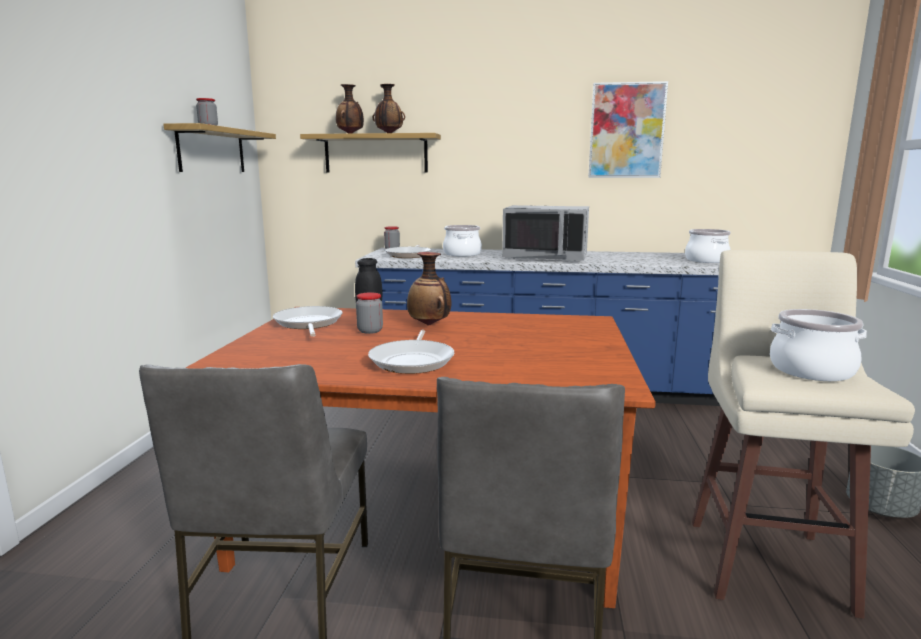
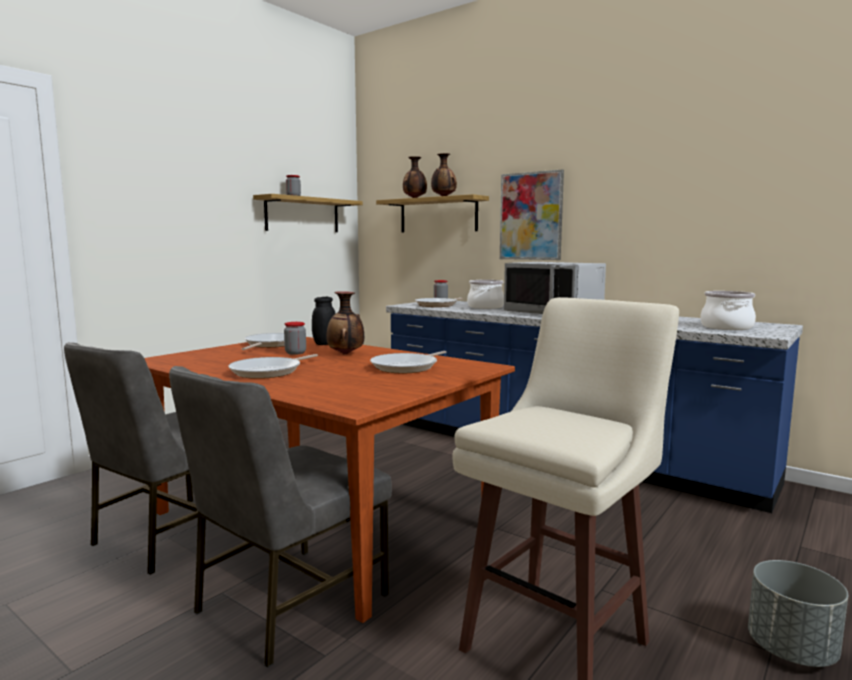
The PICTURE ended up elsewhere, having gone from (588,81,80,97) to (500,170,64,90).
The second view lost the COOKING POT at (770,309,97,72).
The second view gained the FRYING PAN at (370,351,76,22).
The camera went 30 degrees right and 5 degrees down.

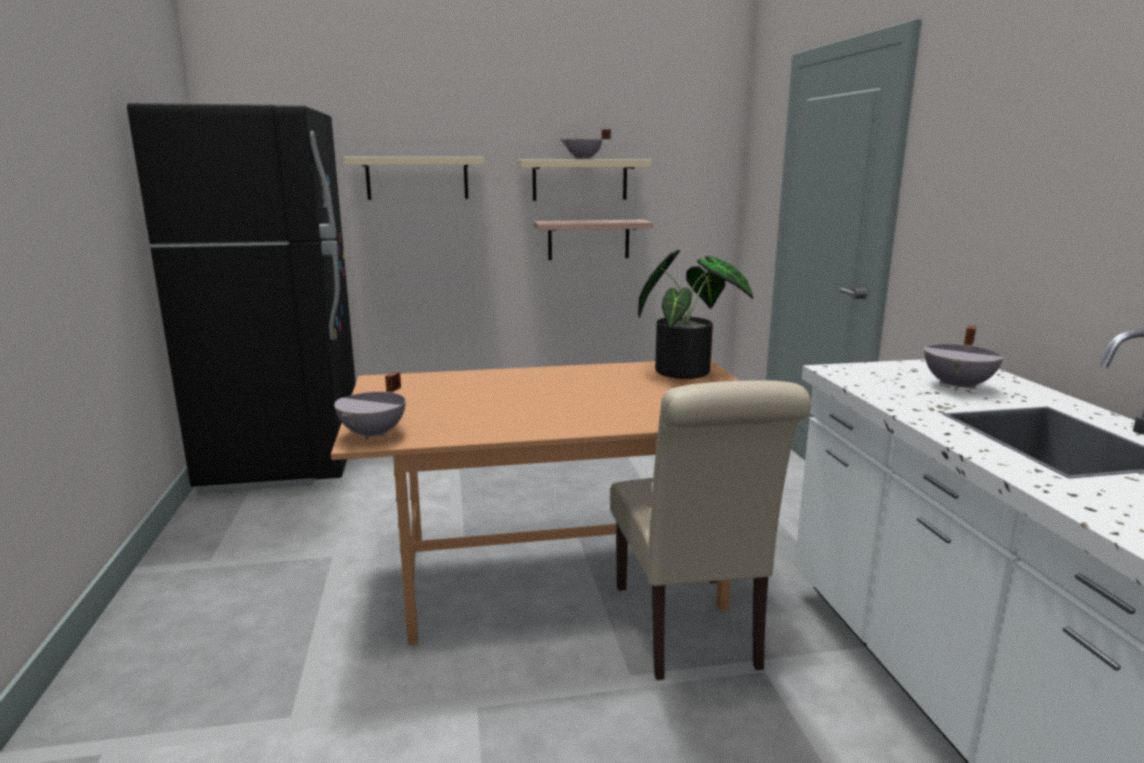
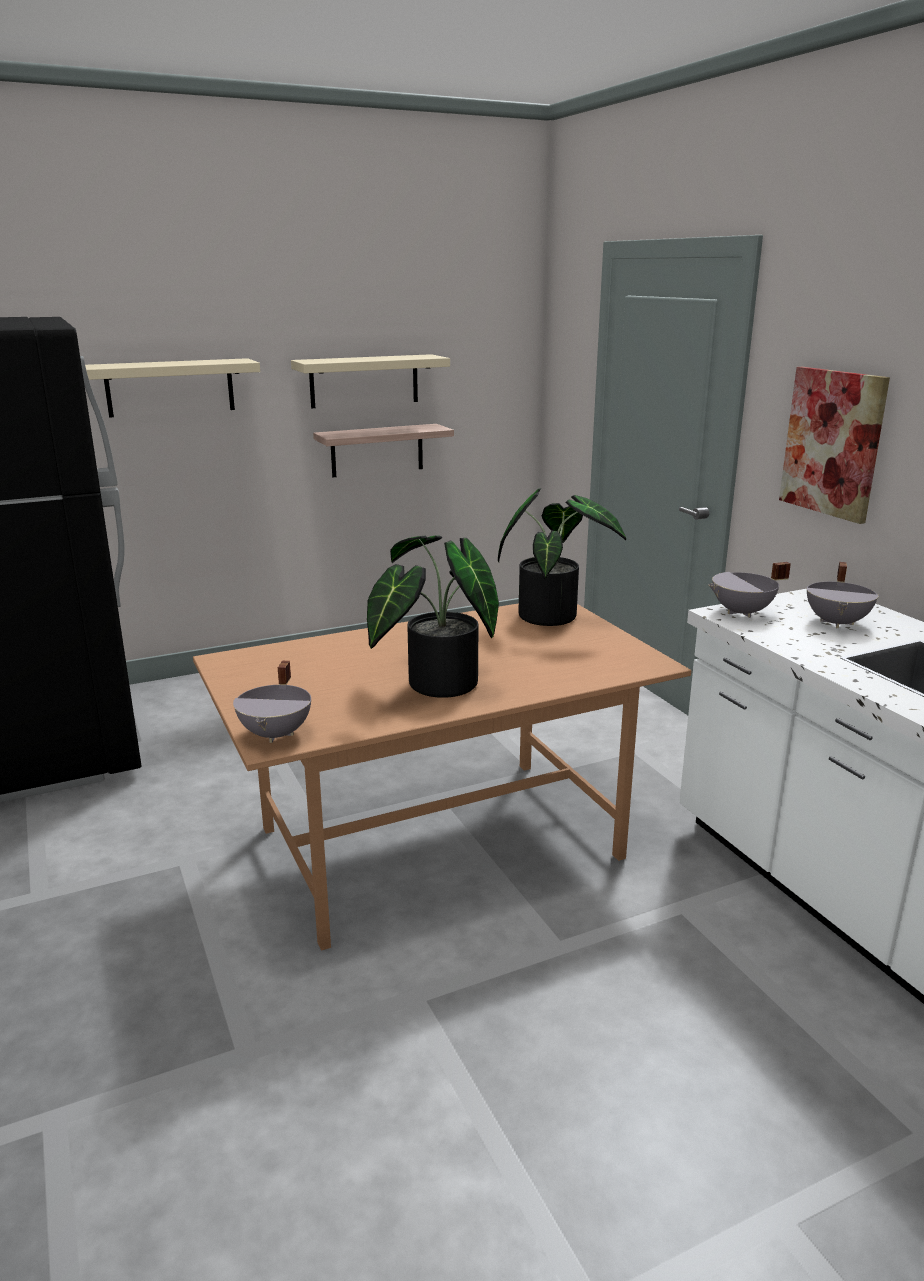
The GREY COOKING POT ended up elsewhere, having gone from (560,129,51,30) to (708,562,83,56).
The second view lost the BEIGE CHAIR at (611,380,200,300).
The second view gained the POTTED PLANT at (367,535,132,163).
The second view gained the PICTURE at (779,367,111,157).
The camera went 15 degrees left and 5 degrees up.

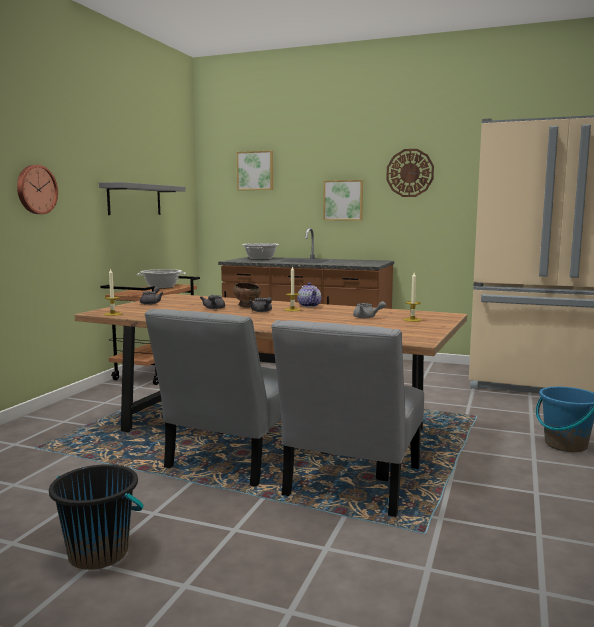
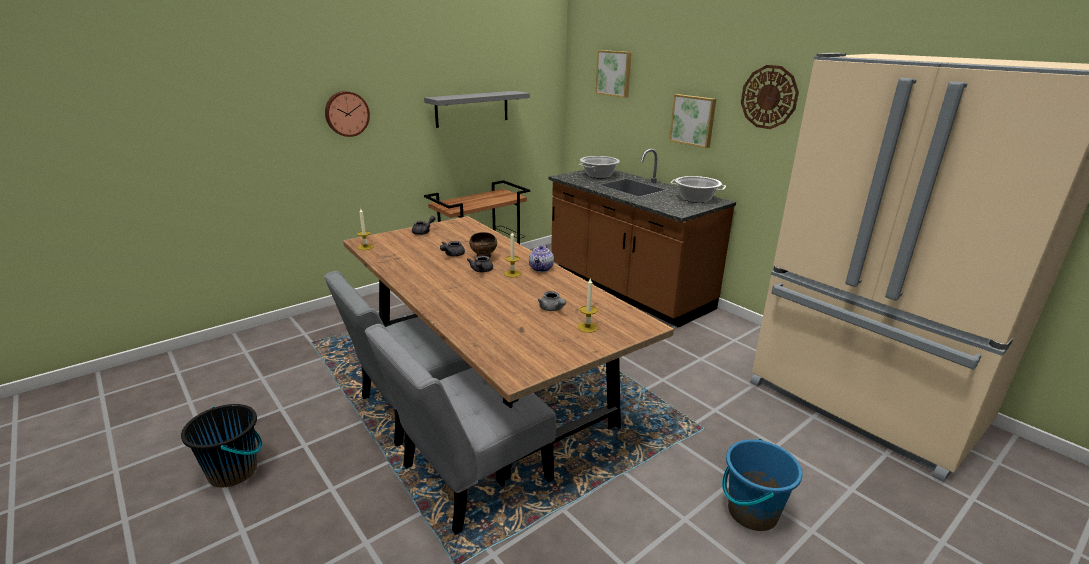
The COOKING POT ended up elsewhere, having gone from (136,269,50,20) to (670,176,56,27).
The camera went 30 degrees right and 15 degrees up.

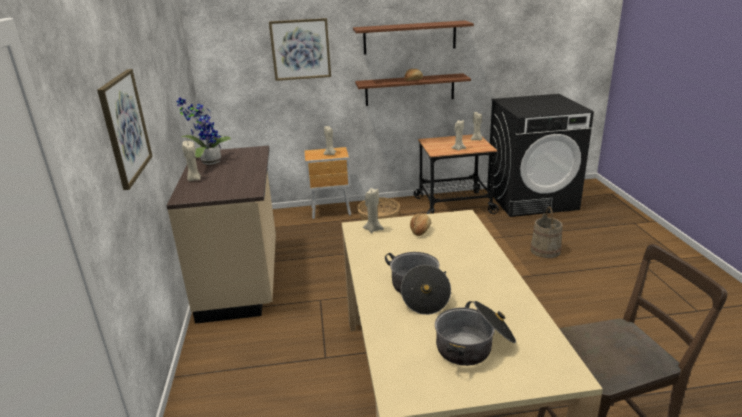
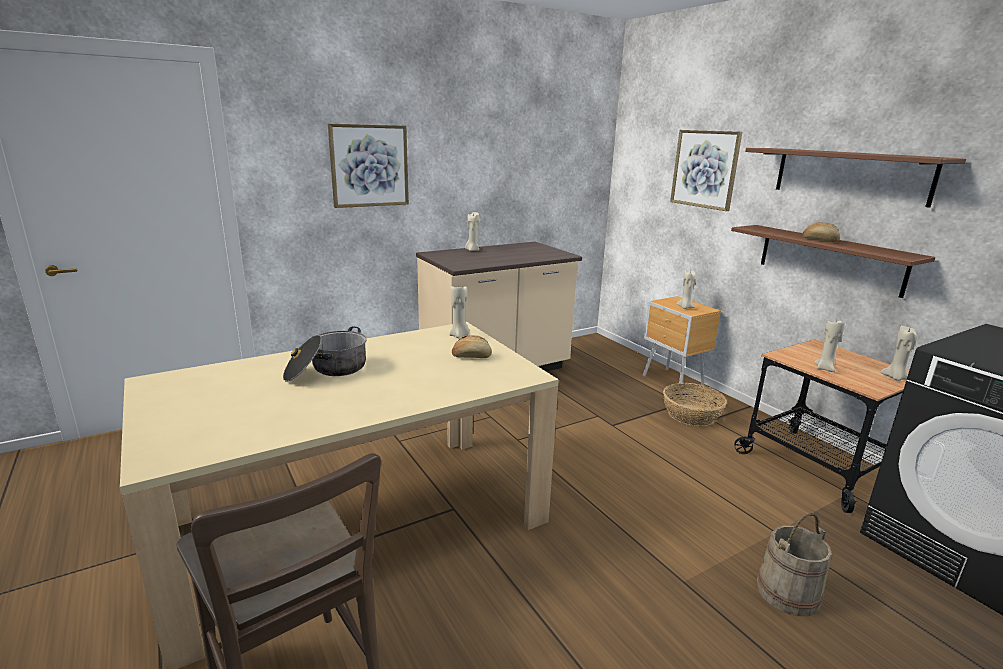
The second view lost the POTTED PLANT at (176,97,55,68).
The second view lost the COOKING POT at (435,301,81,65).
The camera went 65 degrees right and 5 degrees down.

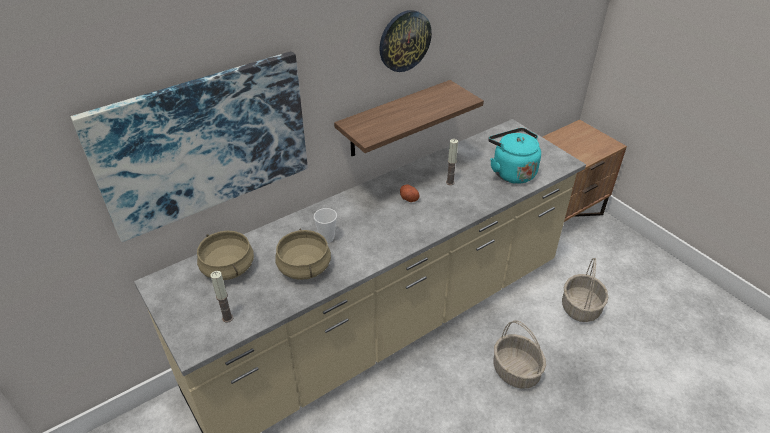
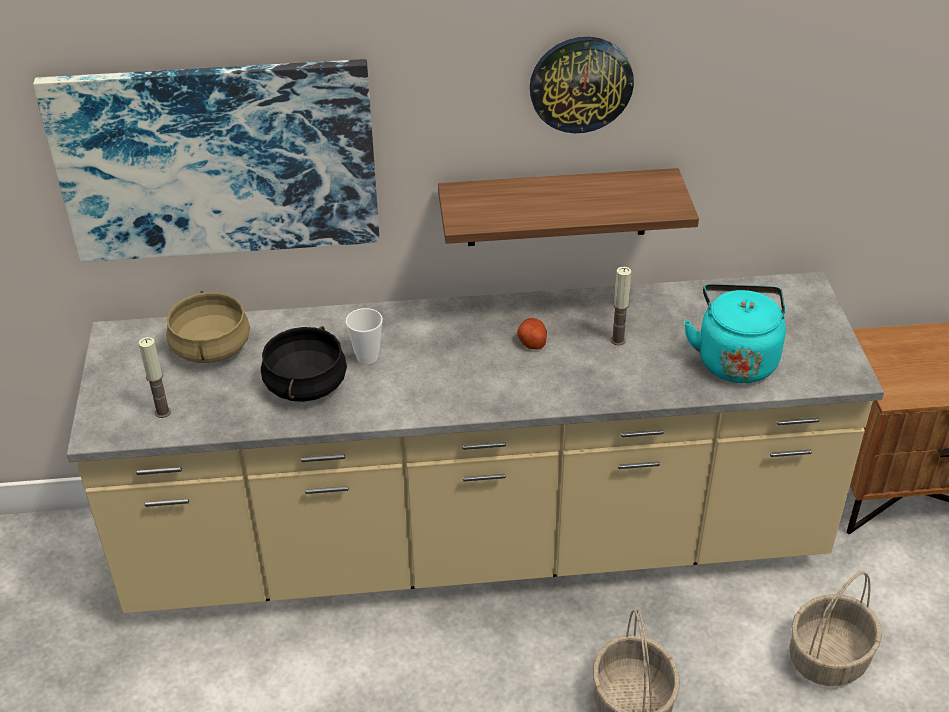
What was the BEIGE COOKING POT at (275,228,56,52) turned into the BLACK COOKING POT at (261,326,86,76).
The camera went 30 degrees right and 0 degrees up.

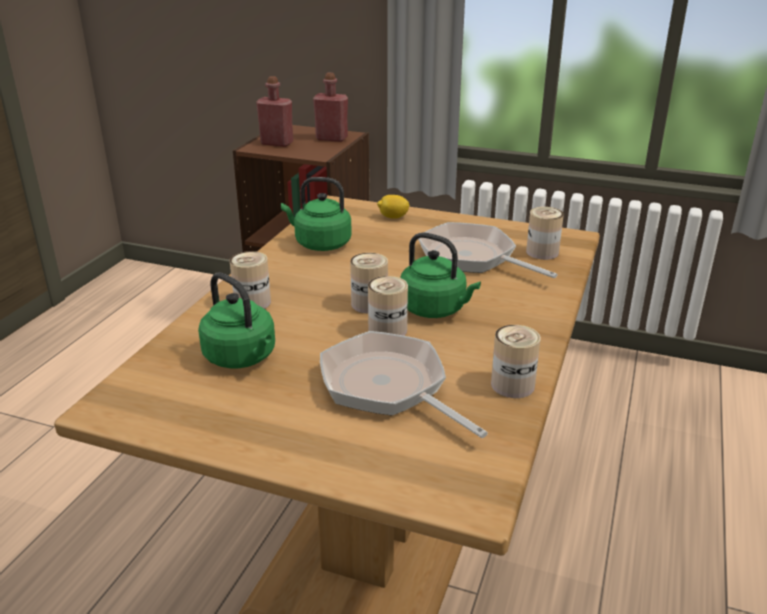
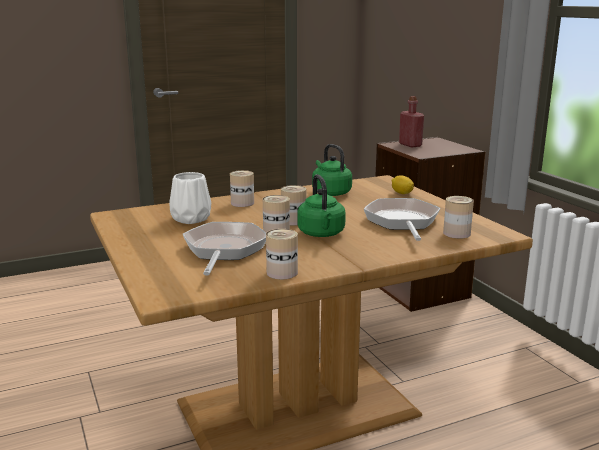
Where the GREEN KETTLE stood at (198,272,77,96), the WHITE VASE came to stand at (169,172,42,52).
The second view lost the RED BOTTLE at (313,73,35,69).
The camera went 45 degrees right and 10 degrees down.

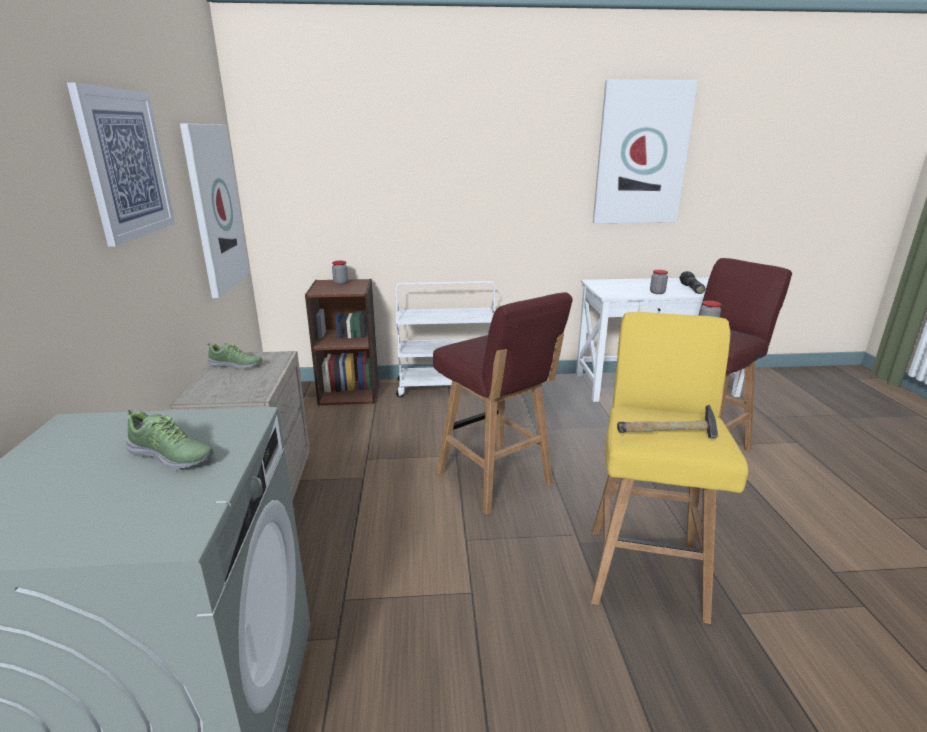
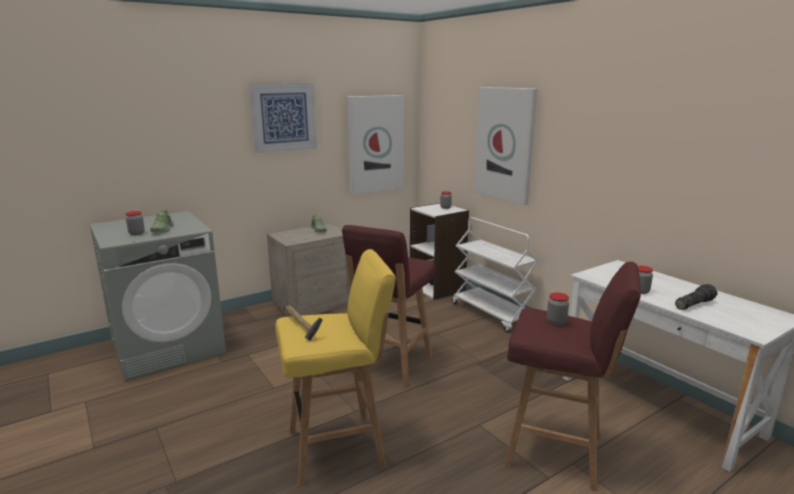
What was the BROWN BOOKCASE at (305,279,74,127) turned into the WHITE BOOKCASE at (410,203,59,97).
The PICTURE ended up elsewhere, having gone from (593,79,105,144) to (474,87,63,118).
The second view gained the JAR at (126,211,19,24).
The camera went 60 degrees right and 5 degrees down.

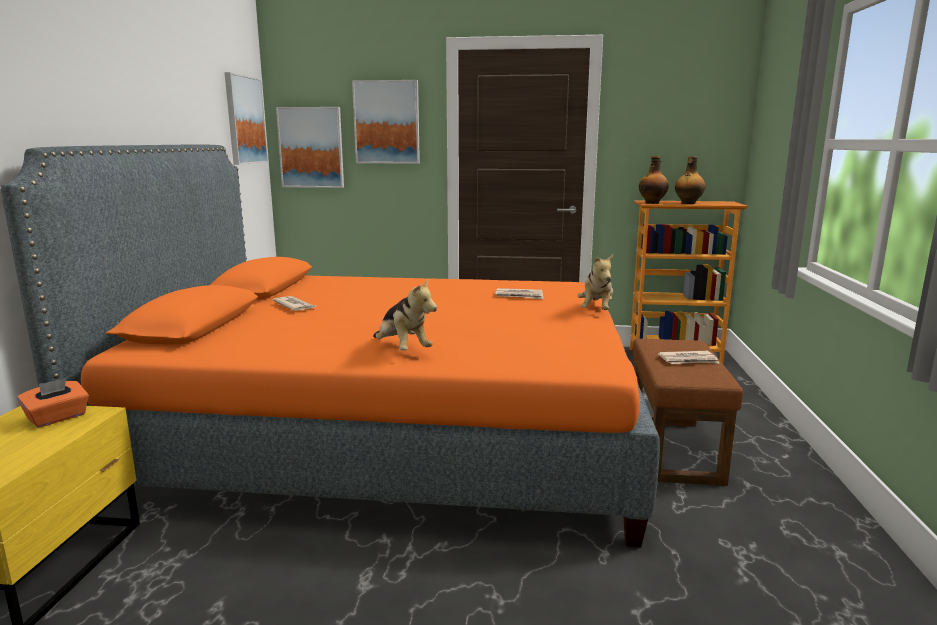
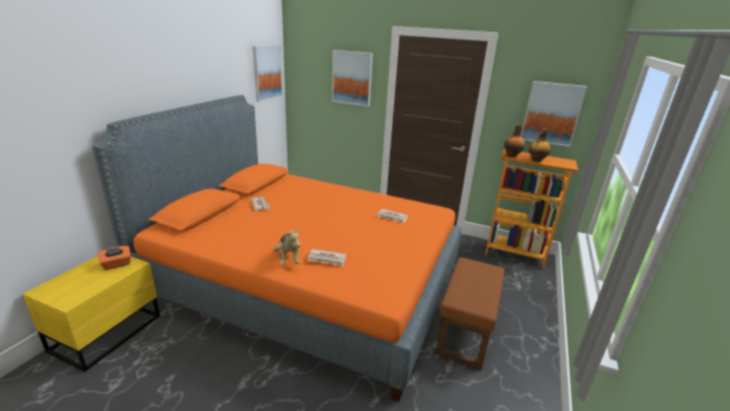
The PICTURE ended up elsewhere, having gone from (276,107,68,81) to (521,81,66,66).
The second view lost the PLUSH TOY at (577,254,36,56).
The NEWSPAPER ended up elsewhere, having gone from (658,351,62,13) to (308,249,38,17).
The camera went 15 degrees right and 10 degrees up.

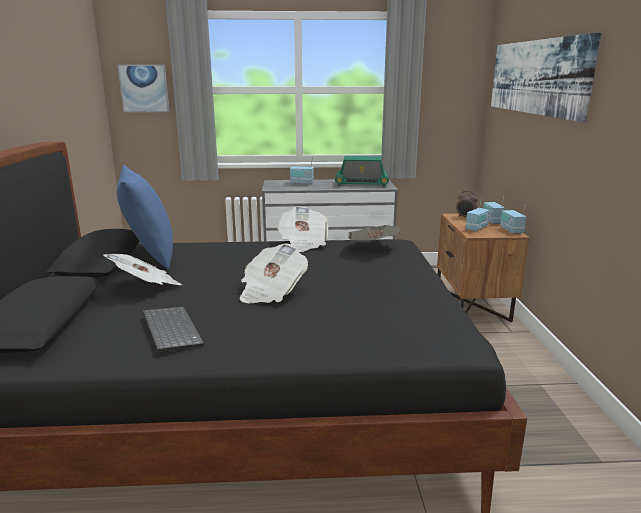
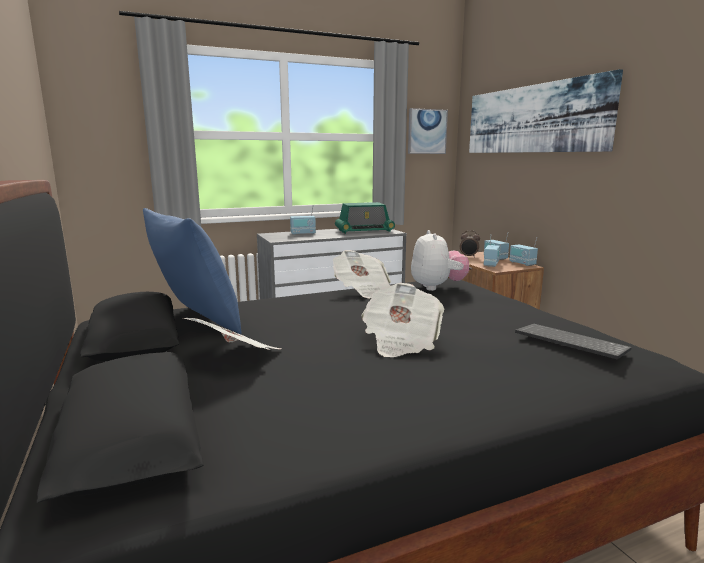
The PICTURE ended up elsewhere, having gone from (117,64,53,49) to (408,108,40,46).
The KEYBOARD ended up elsewhere, having gone from (143,307,61,45) to (515,324,117,35).
Where the NEWSPAPER stood at (348,225,52,16), the PLUSH TOY came to stand at (411,230,58,61).
The camera went 20 degrees left and 5 degrees down.

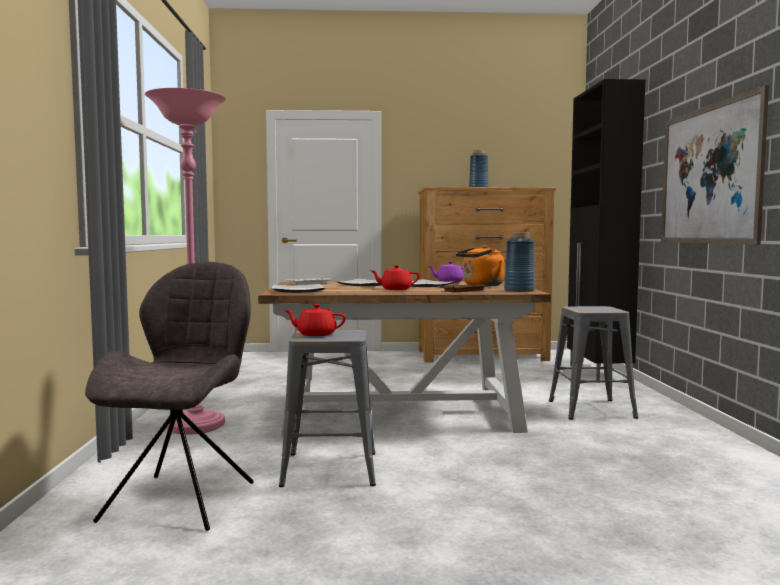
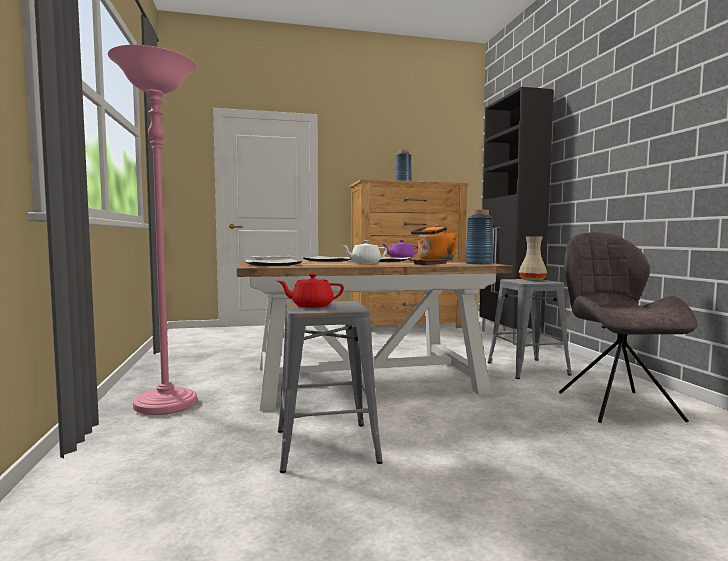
The GREY CHAIR ended up elsewhere, having gone from (85,262,169,269) to (559,232,139,191).
What was the RED TEAPOT at (370,265,50,25) turned into the WHITE TEAPOT at (341,240,46,24).
The second view lost the PICTURE at (661,85,108,160).
The second view gained the BEIGE VASE at (519,236,28,45).
The camera went 10 degrees left and 0 degrees up.

